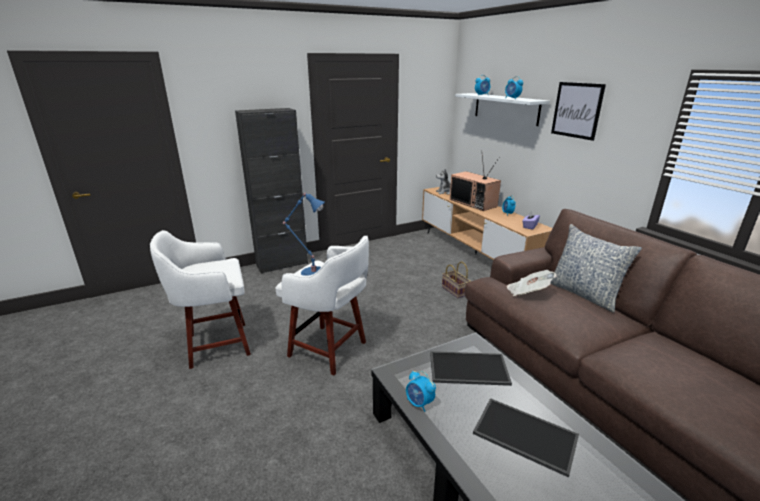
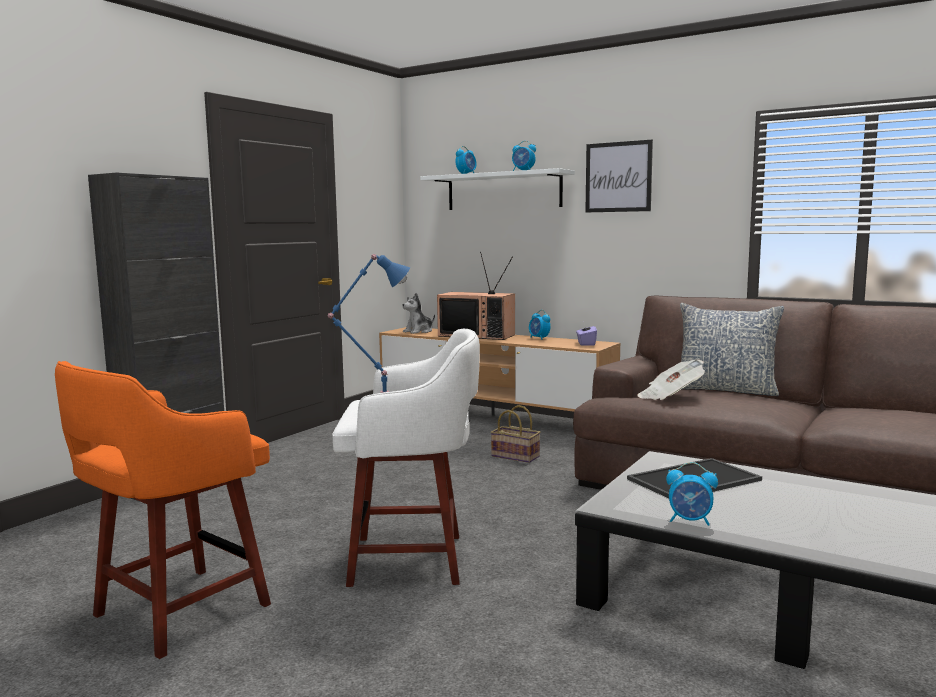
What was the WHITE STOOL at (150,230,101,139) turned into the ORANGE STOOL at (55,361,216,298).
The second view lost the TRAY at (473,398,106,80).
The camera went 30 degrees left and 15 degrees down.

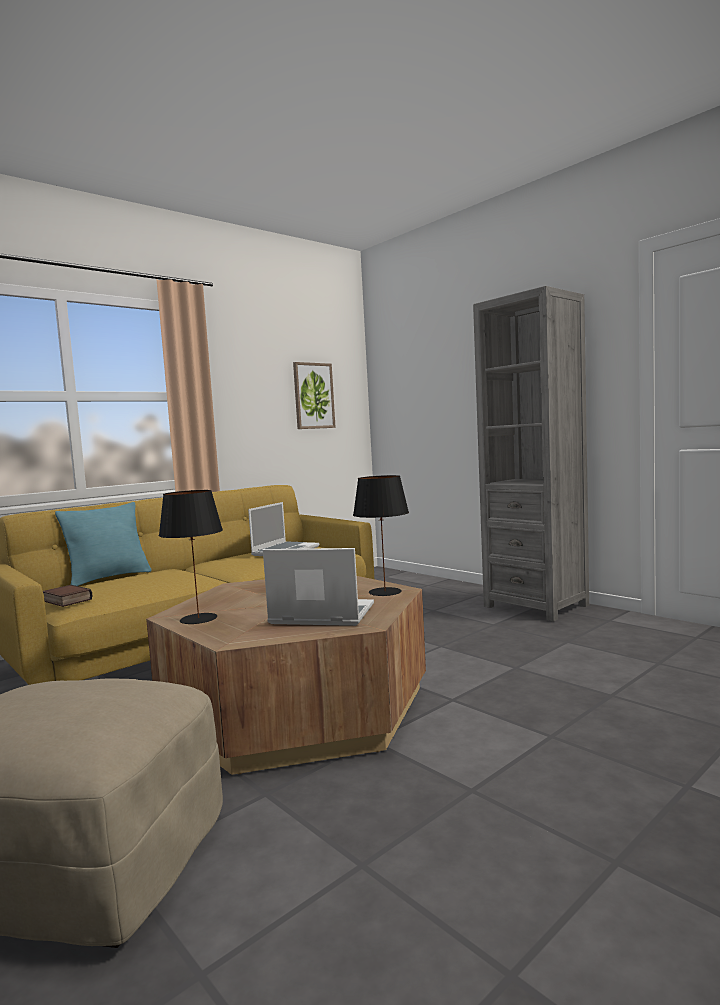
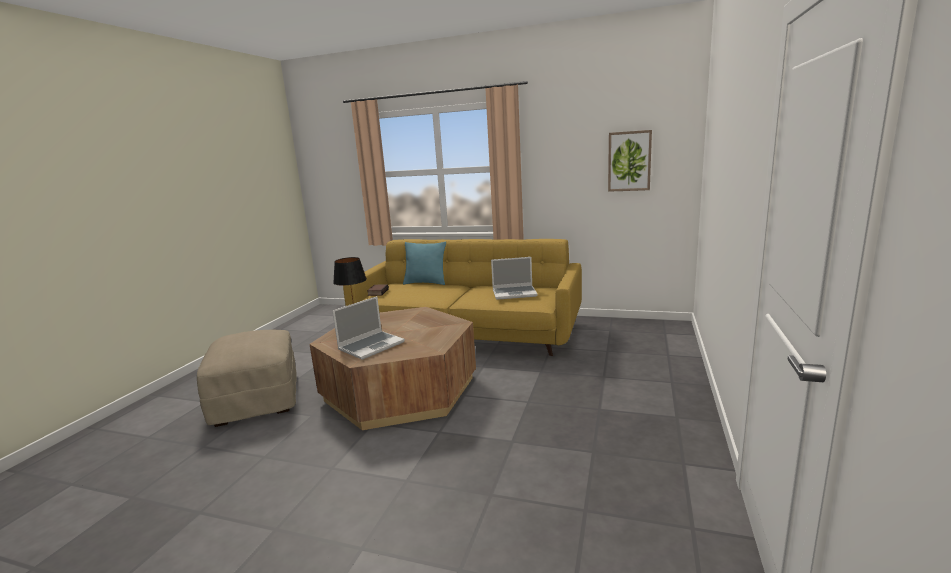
The LAPTOP at (263,548,111,78) ended up facing another way, 60 degrees clockwise from before.
The second view lost the BLACK TABLE LAMP at (353,475,56,121).
The second view lost the GREY BOOKCASE at (473,286,116,336).
The camera went 60 degrees right and 10 degrees up.

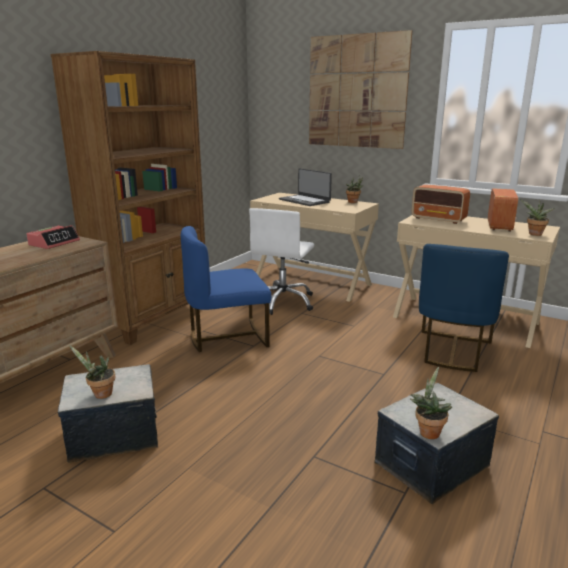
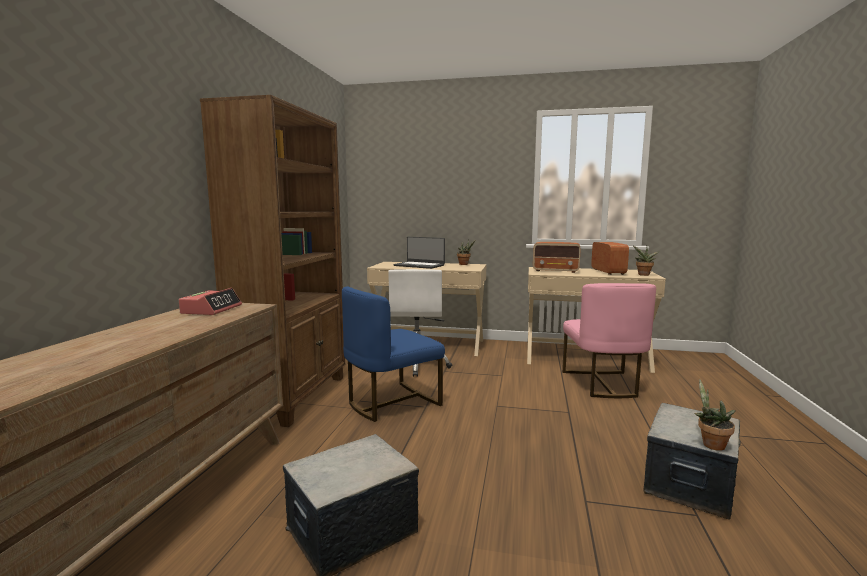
The second view lost the POTTED PLANT at (69,345,46,54).
The second view lost the PICTURE at (309,30,103,119).
What was the BLUE CHAIR at (419,244,90,128) turned into the PINK CHAIR at (562,283,94,115).
The camera went 20 degrees left and 10 degrees down.

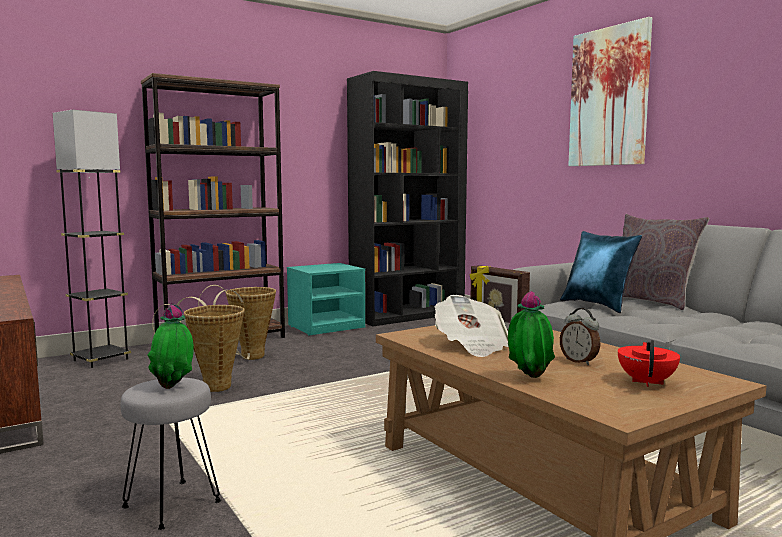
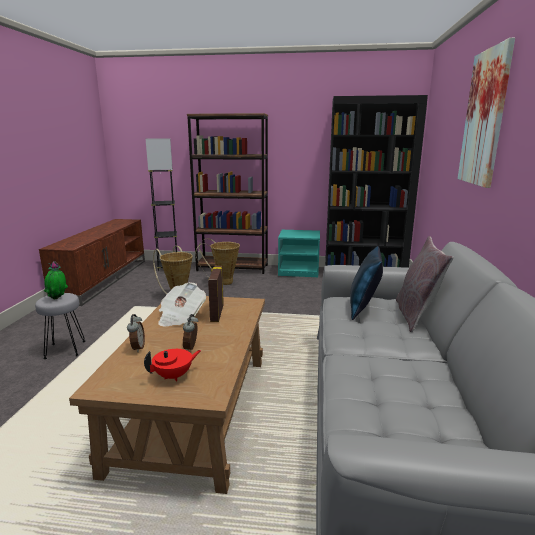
Where the POTTED PLANT stood at (508,291,47,87), the ALARM CLOCK came to stand at (127,314,18,38).
The camera went 40 degrees right and 10 degrees up.

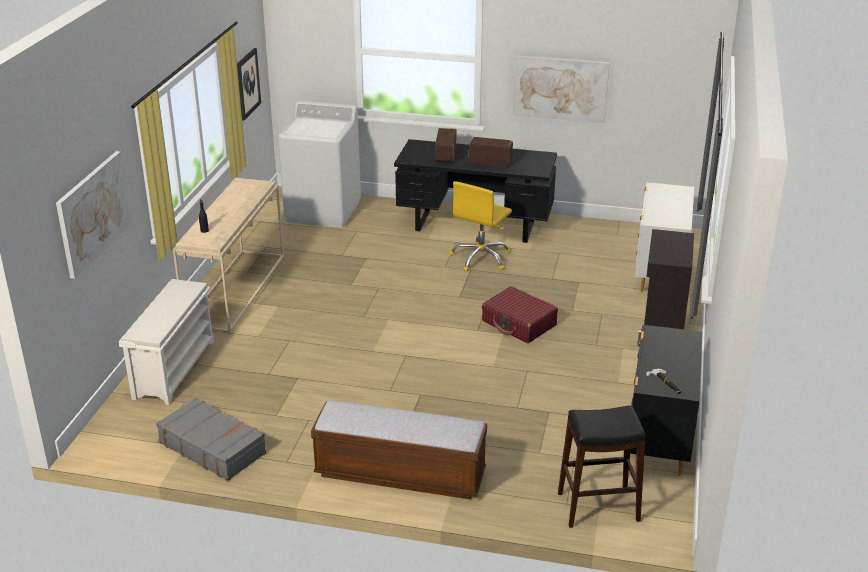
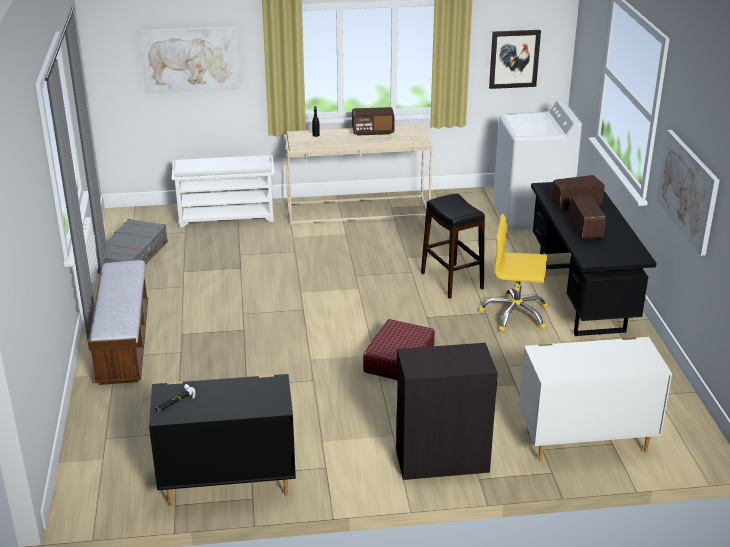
The BLACK STOOL ended up elsewhere, having gone from (558,405,88,123) to (421,194,64,105).
The second view gained the RADIO at (352,107,43,29).
The camera went 70 degrees right and 0 degrees up.

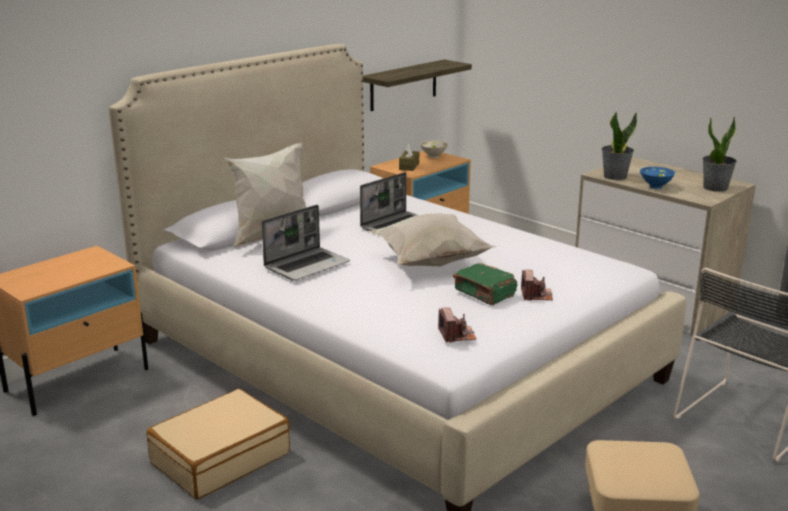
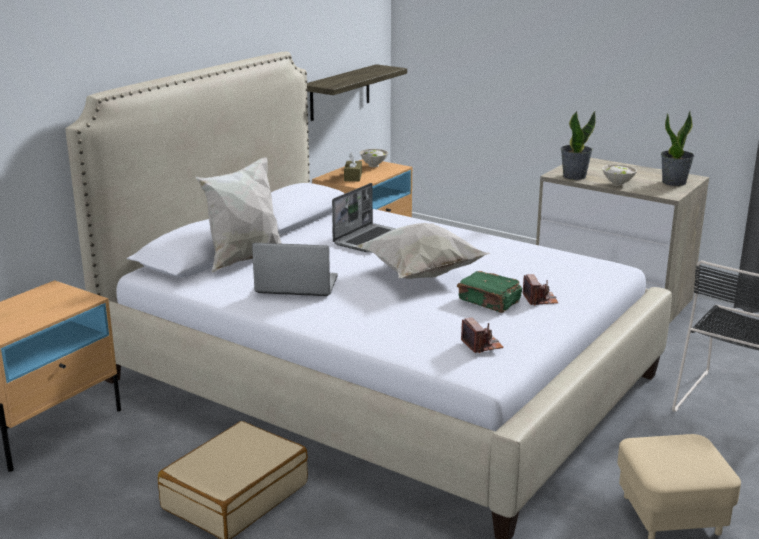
The LAPTOP at (262,205,88,76) ended up facing another way, 120 degrees counterclockwise from before.
What was the BLUE BOWL at (640,167,36,22) turned into the WHITE BOWL at (602,164,35,22).
The camera went 10 degrees left and 0 degrees up.

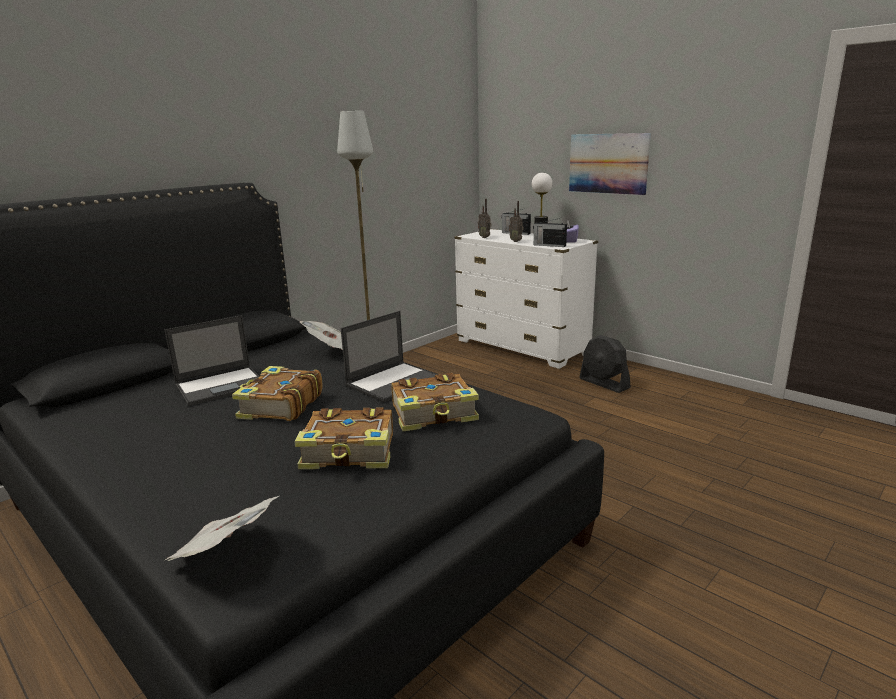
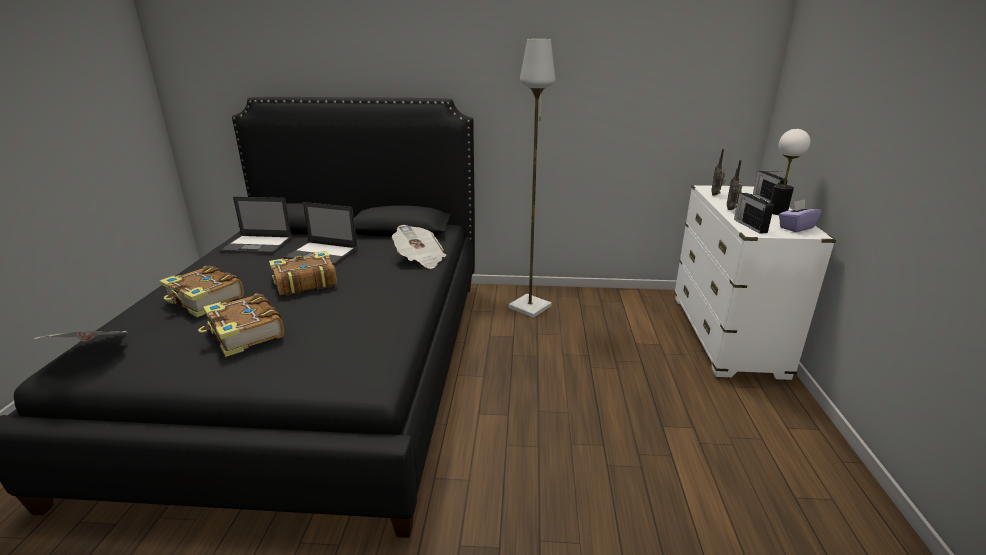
The LAPTOP ended up elsewhere, having gone from (341,311,97,92) to (219,197,73,57).
The BOOK ended up elsewhere, having gone from (391,373,88,59) to (159,265,85,52).
The second view lost the PICTURE at (569,133,82,62).
The second view lost the BLACK FAN at (579,335,52,58).
The camera went 50 degrees right and 5 degrees up.

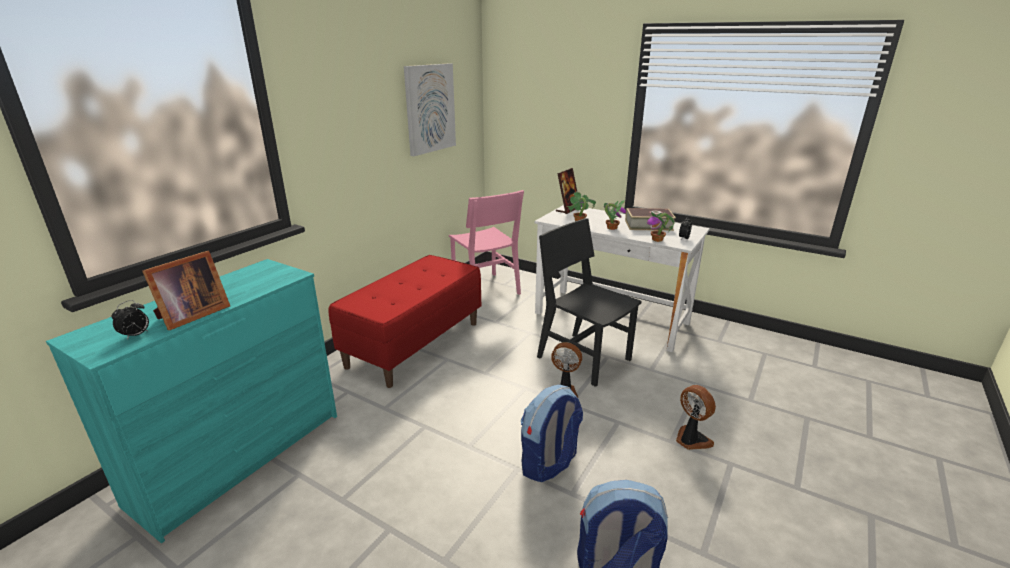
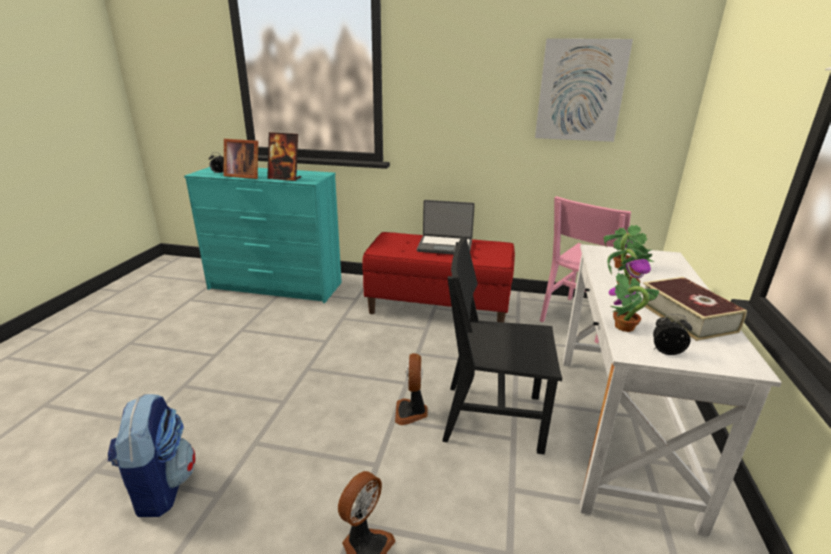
The second view lost the BACKPACK at (521,384,62,98).
The BLACK CHAIR at (537,218,105,169) ended up facing another way, 105 degrees counterclockwise from before.
The PICTURE FRAME ended up elsewhere, having gone from (556,168,21,46) to (267,132,34,49).
The second view gained the LAPTOP at (417,200,58,55).
The camera went 70 degrees right and 0 degrees up.

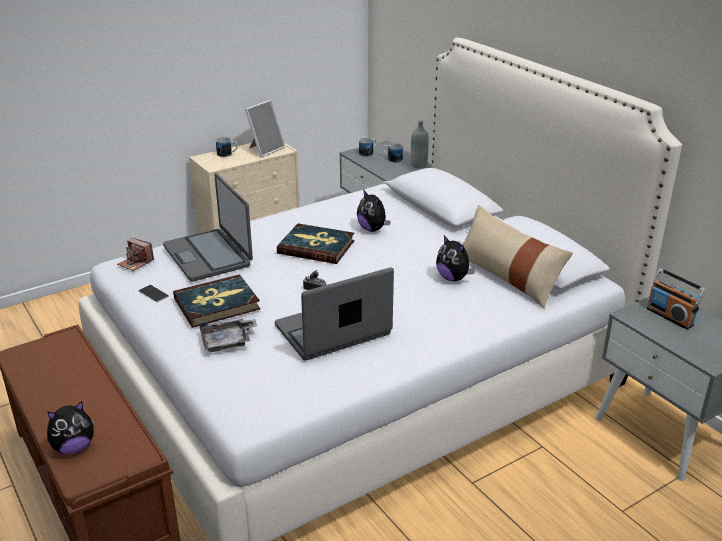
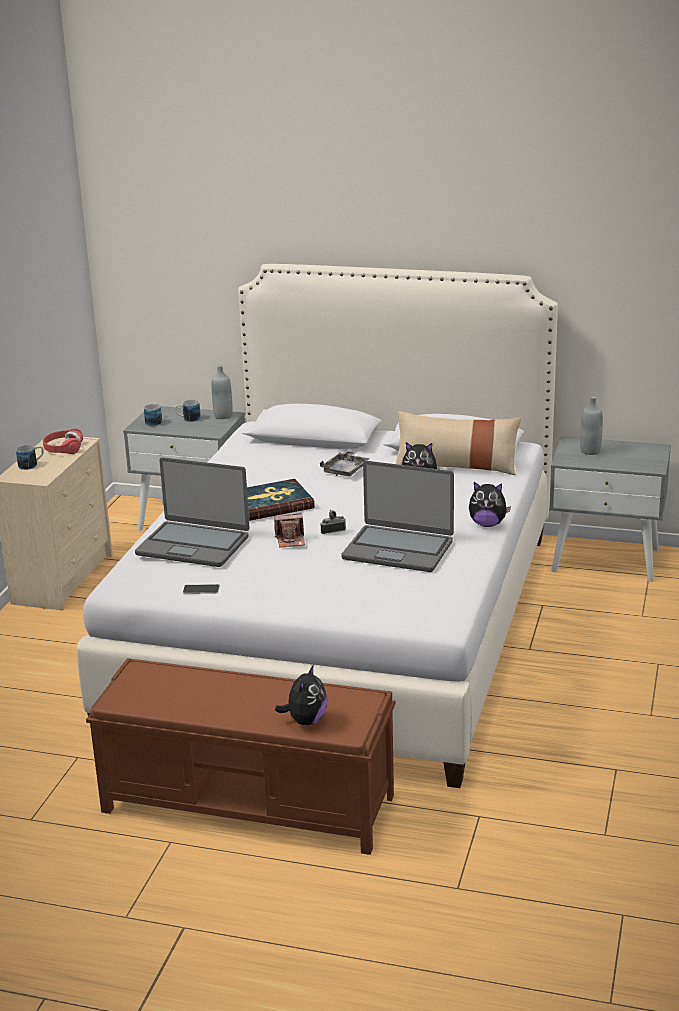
The PHOTO CAMERA ended up elsewhere, having gone from (117,238,37,33) to (274,513,31,35).
The second view lost the BOOK at (173,274,87,54).
The GREY TRAY ended up elsewhere, having gone from (200,319,57,33) to (320,450,50,26).
Where the PICTURE FRAME stood at (245,100,40,57), the RED HEADPHONES came to stand at (43,428,40,26).
The LAPTOP at (275,267,119,94) ended up facing another way, 90 degrees counterclockwise from before.
The PLUSH TOY ended up elsewhere, having gone from (357,189,33,43) to (469,482,42,45).
Where the RADIO stood at (647,268,59,61), the GREY BOTTLE came to stand at (580,396,23,59).
The camera went 40 degrees left and 5 degrees down.

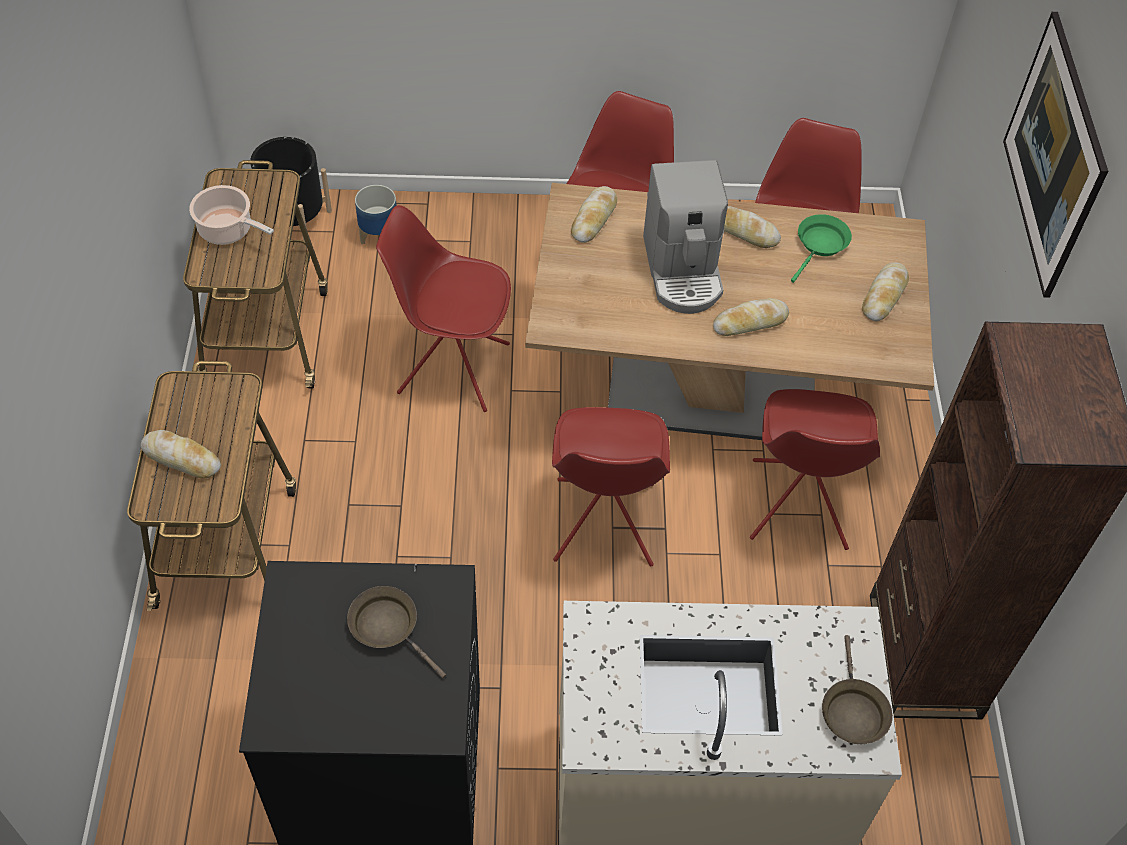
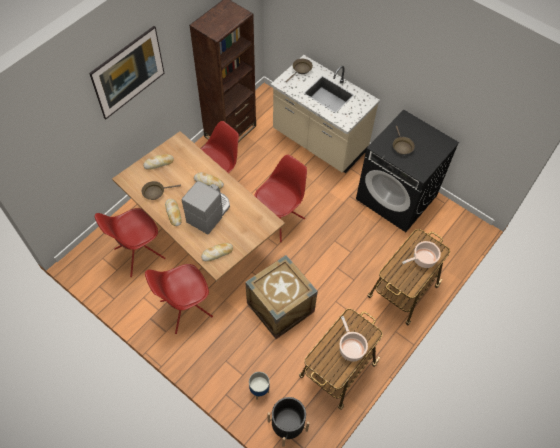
Where the BREAD stood at (141,430,80,49), the COOKING POT came to stand at (402,241,39,27).
Where the RED CHAIR stood at (376,205,135,207), the CRATE came to stand at (245,255,73,84).
What was the GREEN FRYING PAN at (791,214,61,69) turned into the BROWN FRYING PAN at (142,181,39,19).
The camera went 140 degrees left and 5 degrees up.

